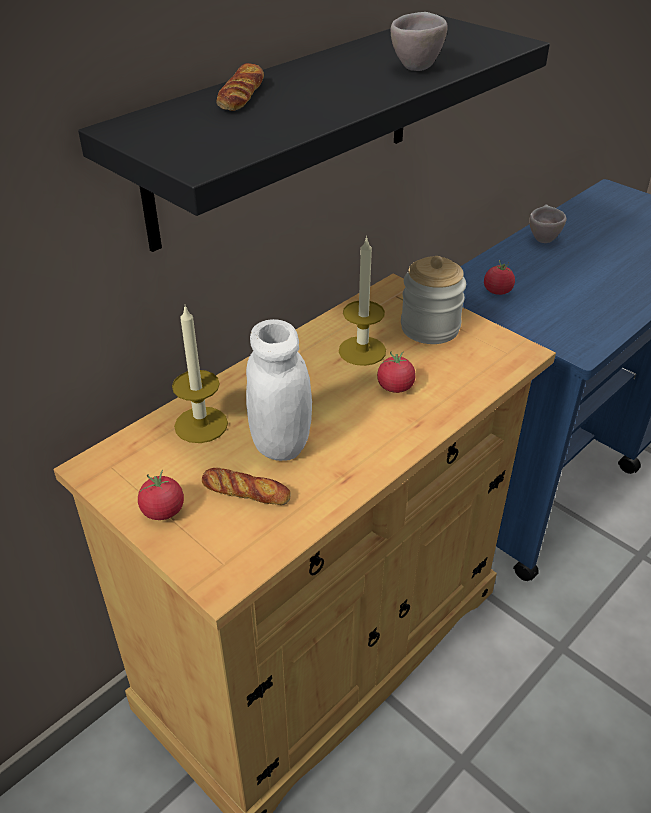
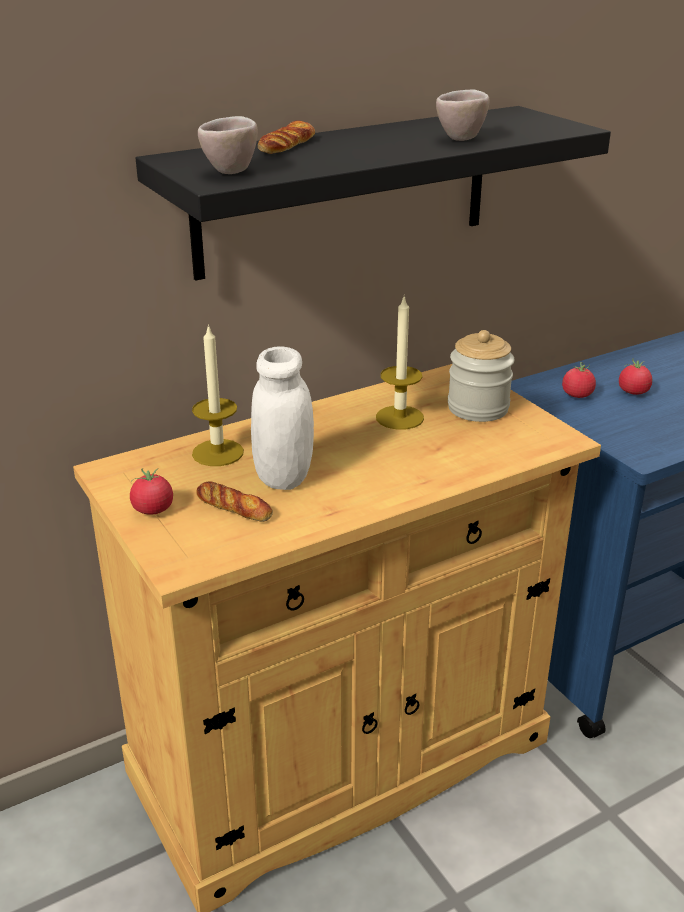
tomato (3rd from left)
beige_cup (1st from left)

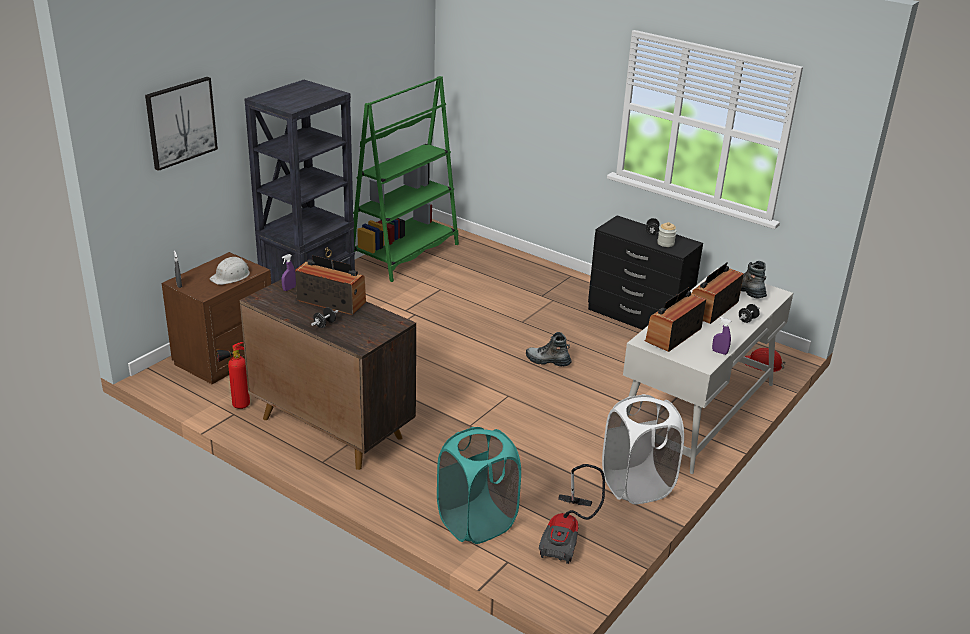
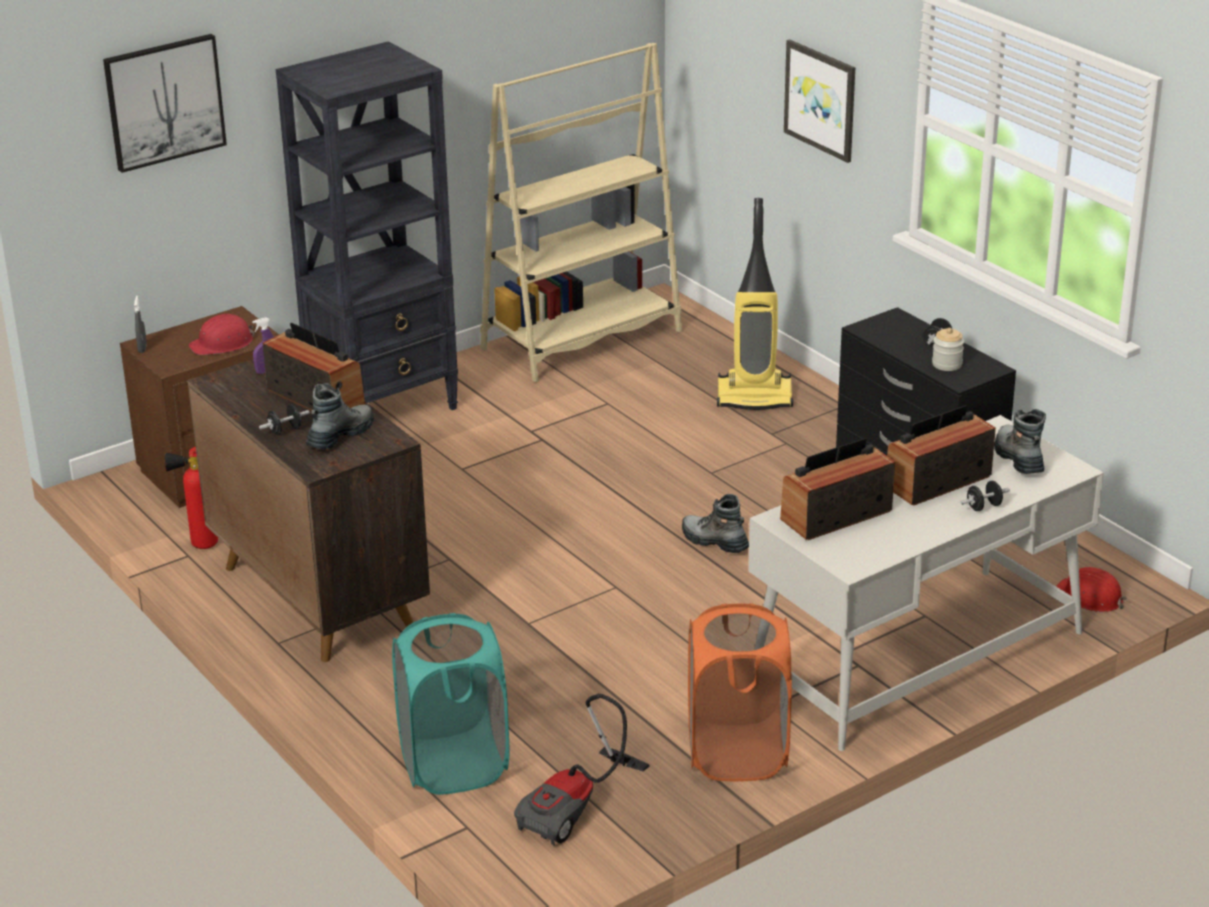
purple_spray_bottle (2nd from left in the first image)
boot (1st from left)
vacuum_cleaner (2nd from left)
picture (2nd from left)
red_hard_hat (1st from left)
beige_bookcase
orange_laundry_basket

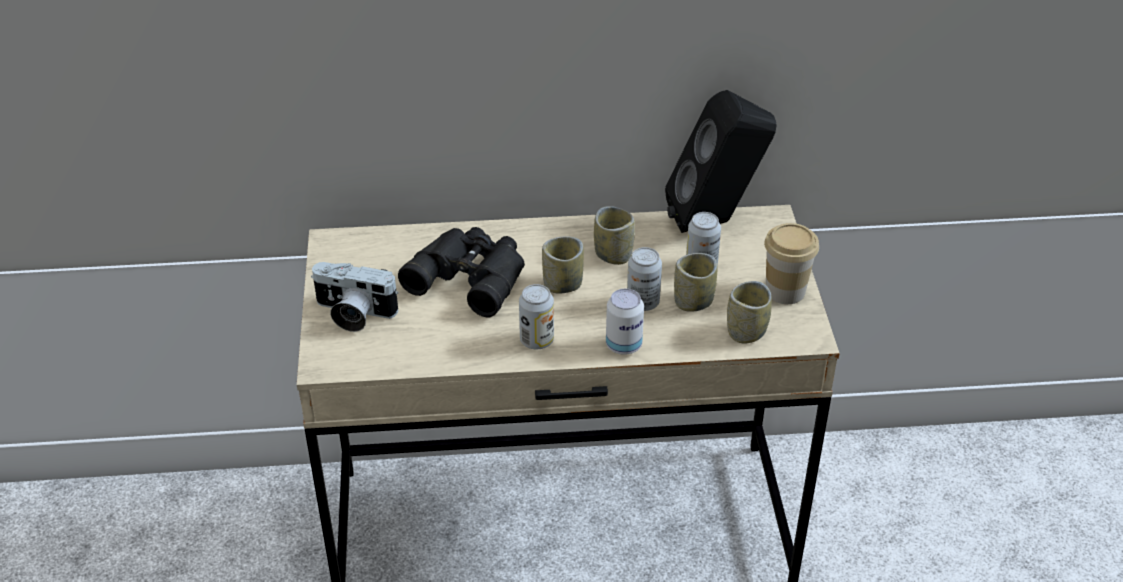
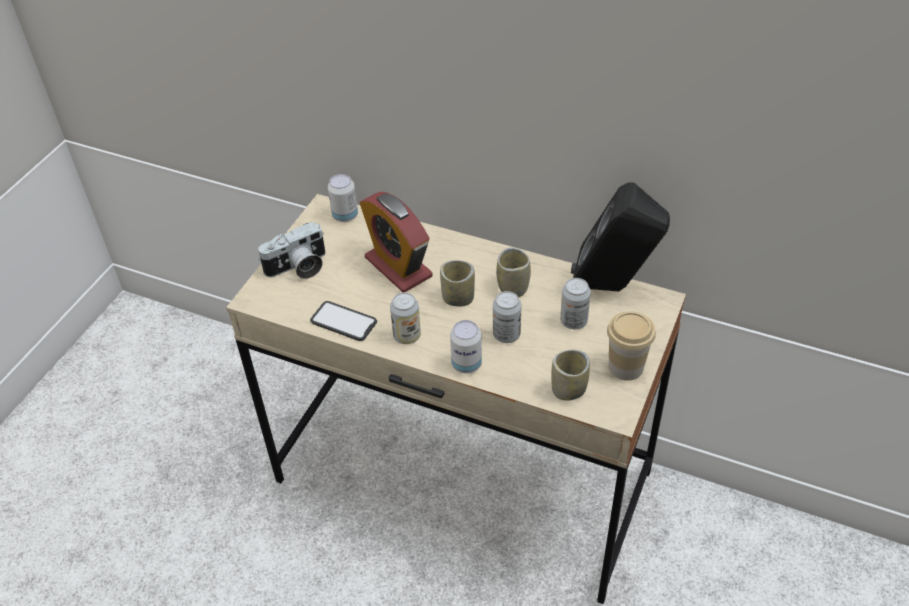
cup (3rd from left in the first image)
phone
can (1st from left)
alarm_clock
photo_camera

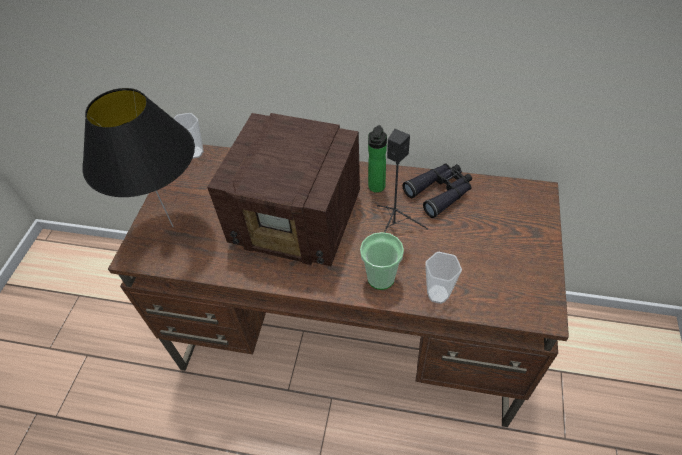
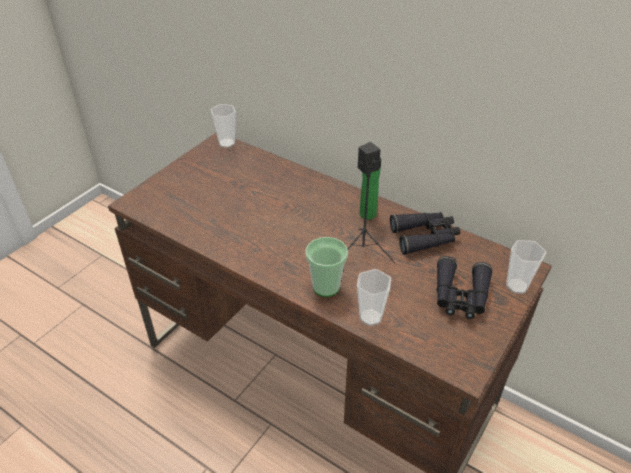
black_table_lamp
radio
black_binoculars (2nd from left)
cup (4th from left)

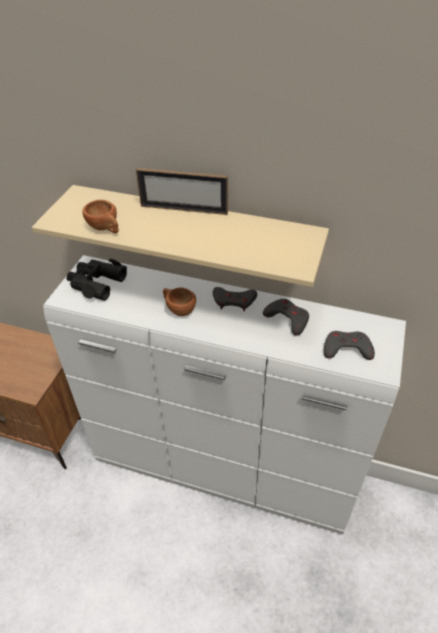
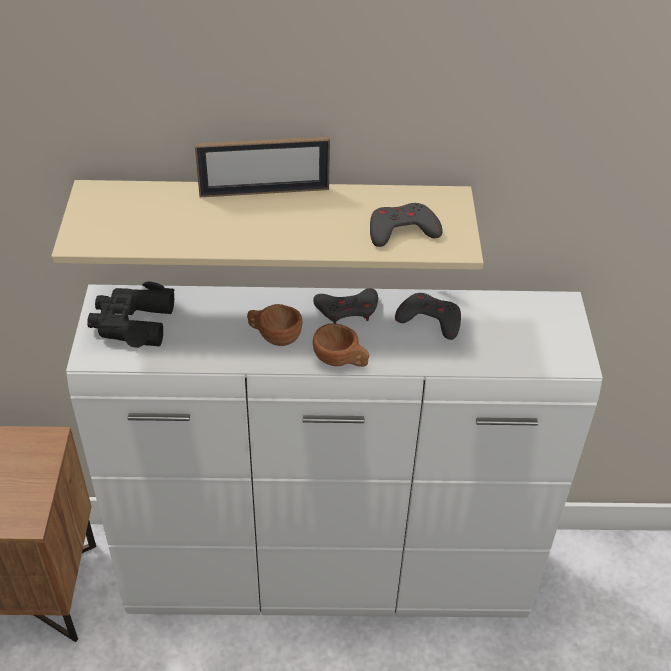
brown_cup (2nd from left)
grey_game_controller (2nd from left)

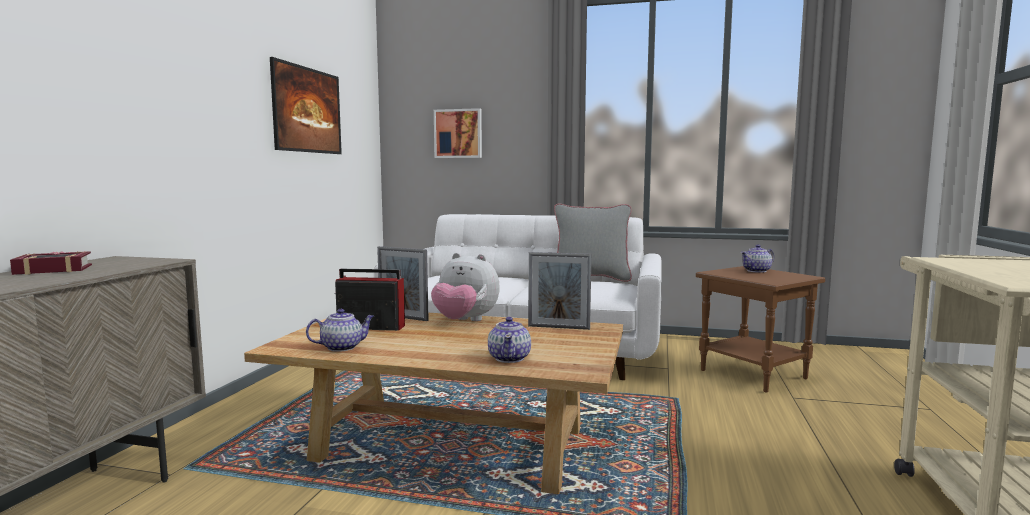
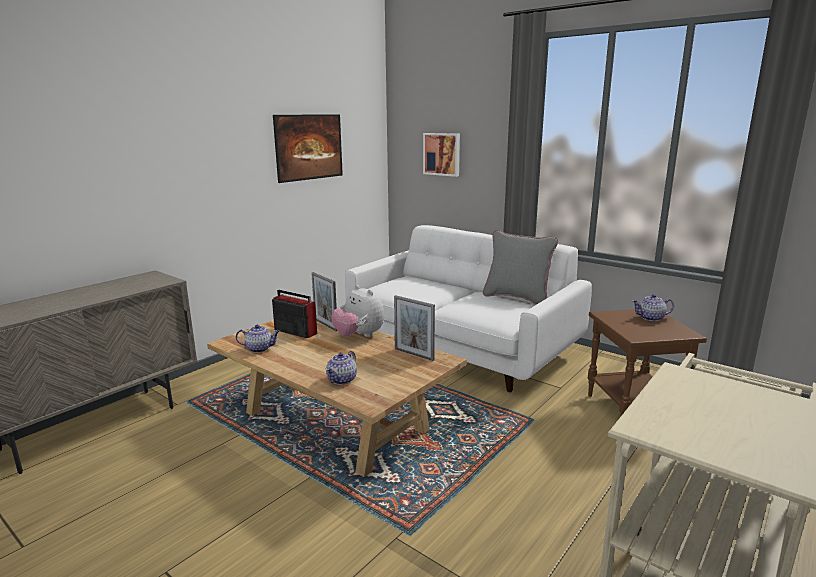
book

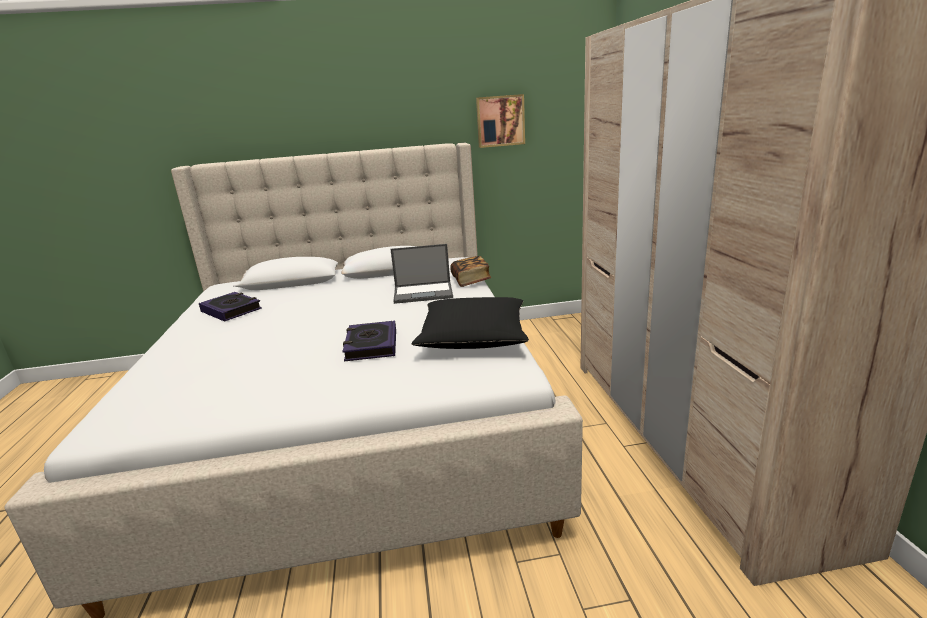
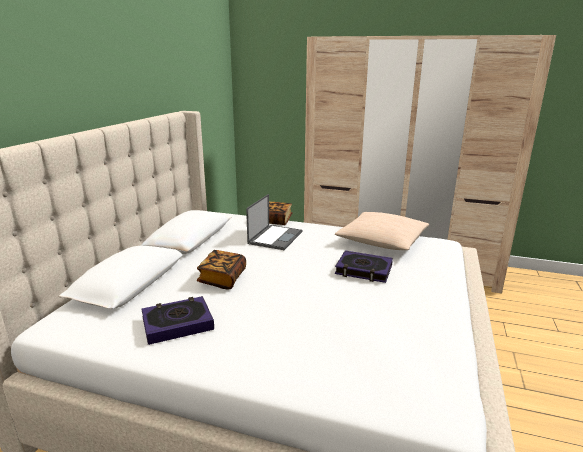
picture
book (2nd from left)
beige_pillow

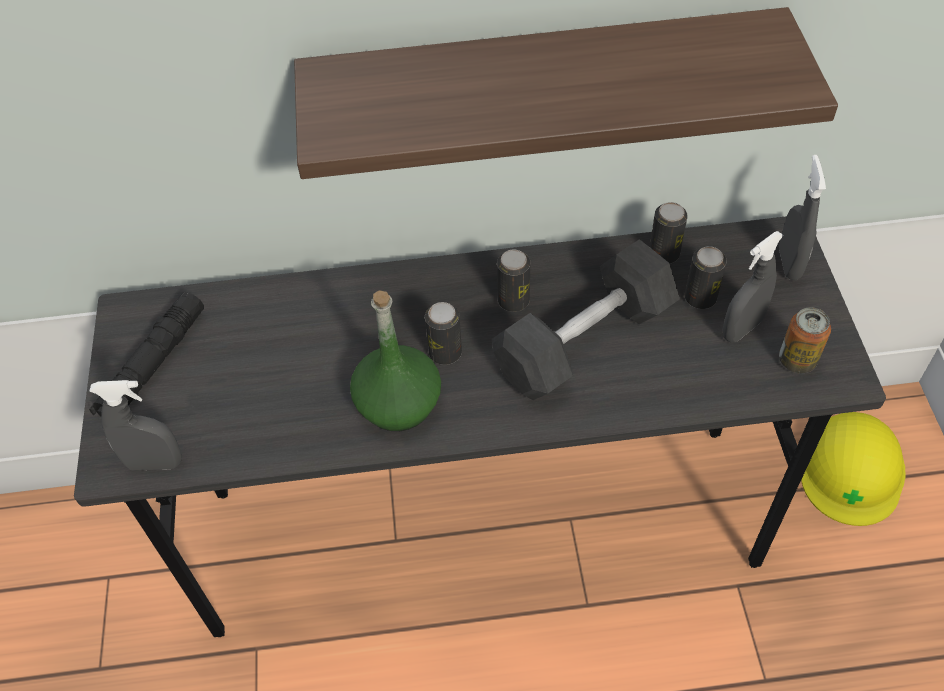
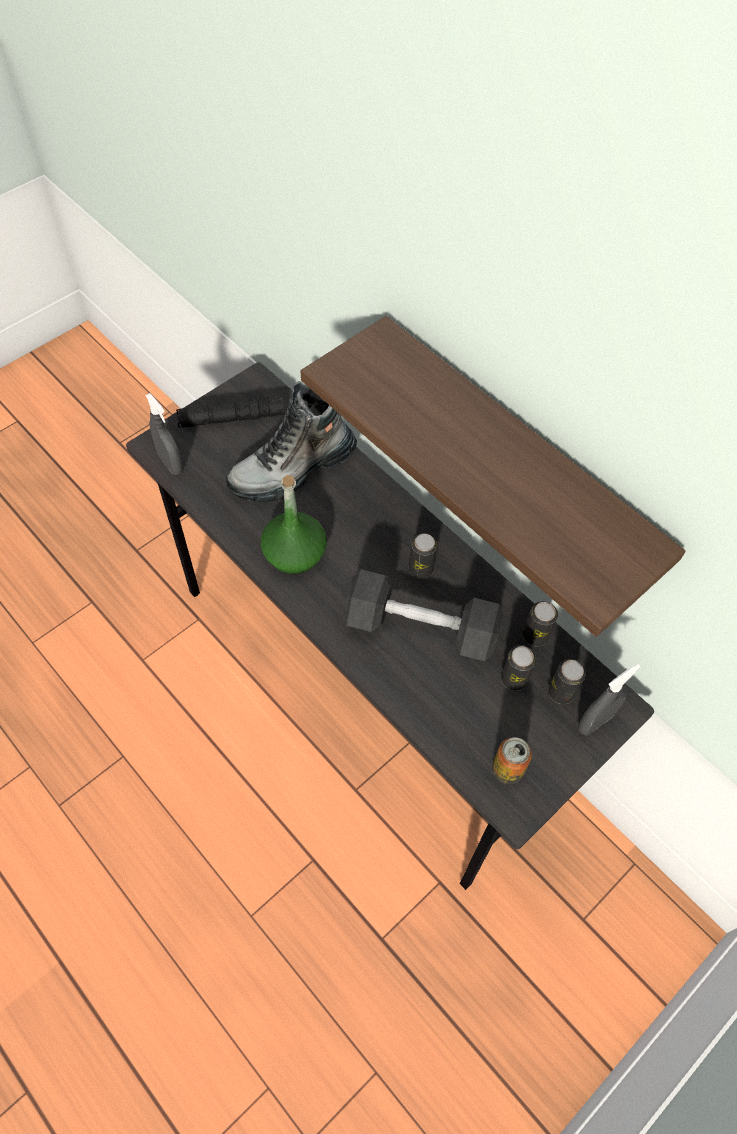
grey_spray_bottle (2nd from left in the first image)
yellow_hard_hat
boot
can (5th from left)

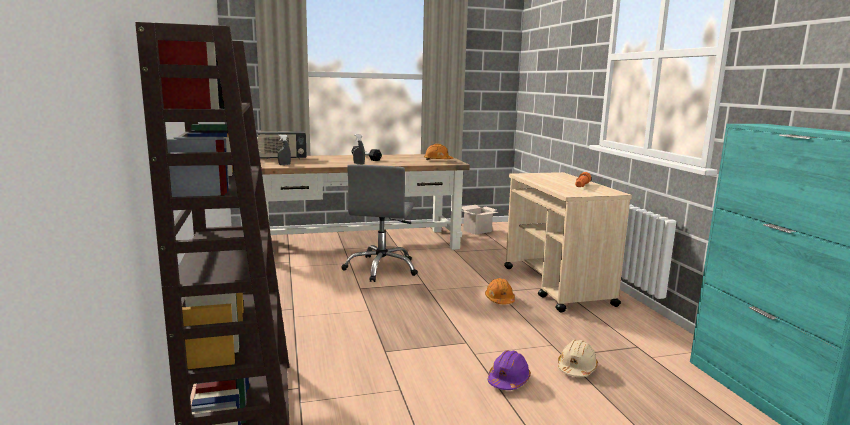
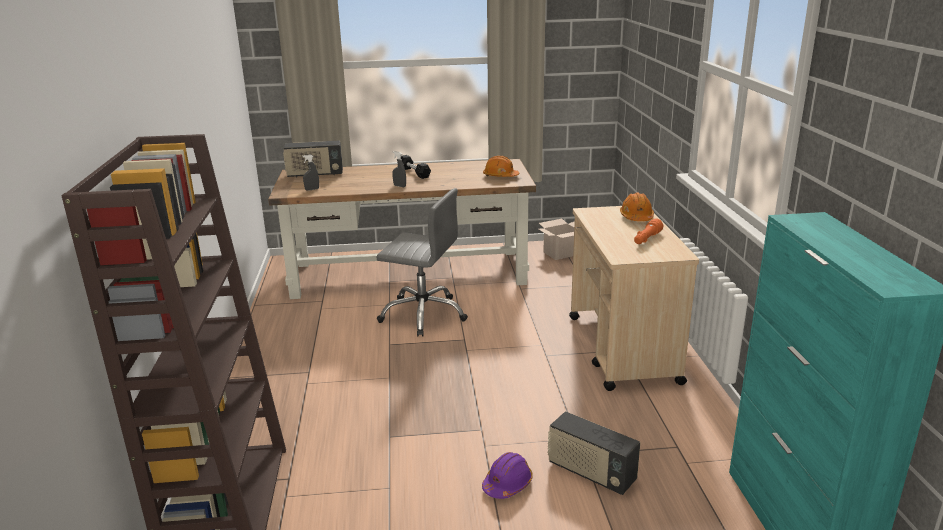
orange_hard_hat (2nd from left)
radio (2nd from left)
grey_office_chair

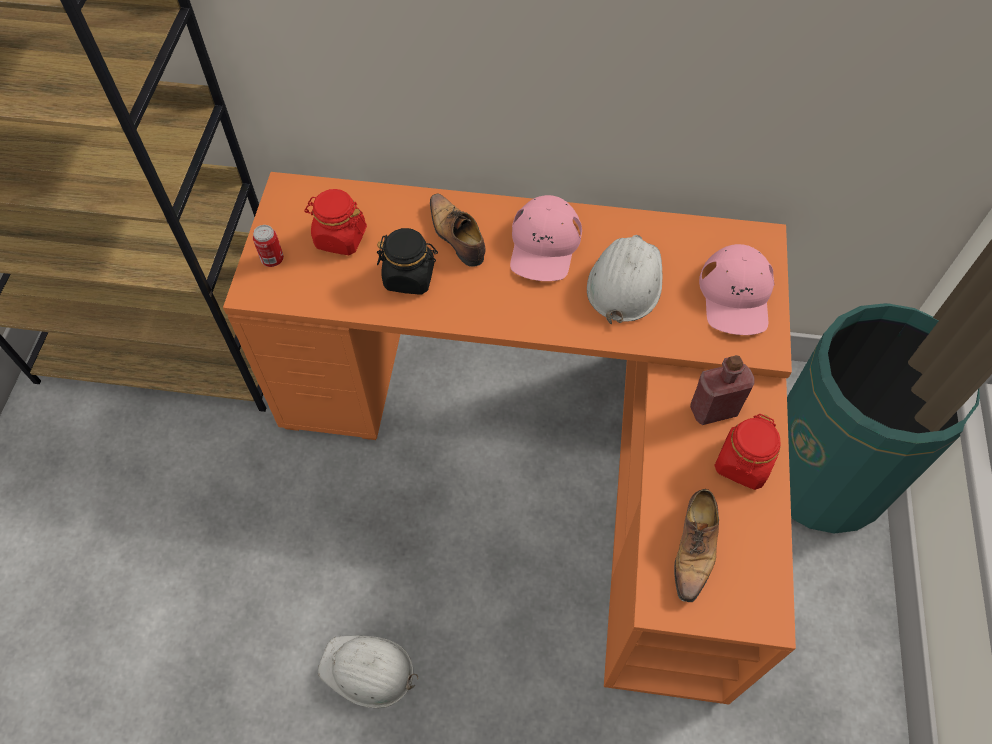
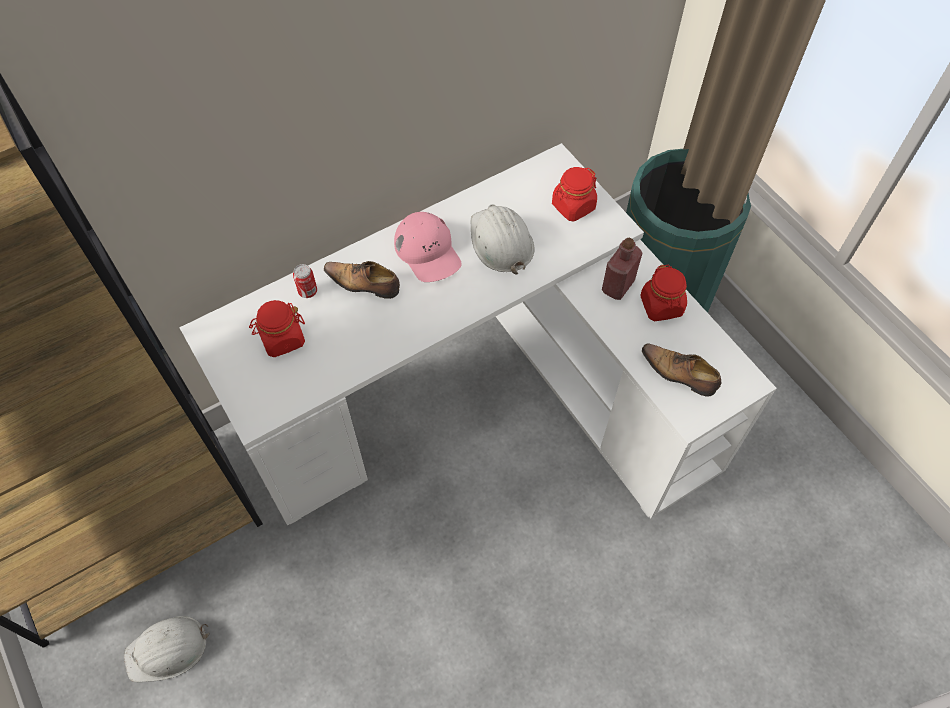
black_jar
can
white_hard_hat (1st from left)
red_jar (2nd from left)
white_desk
shoe (2nd from left)

